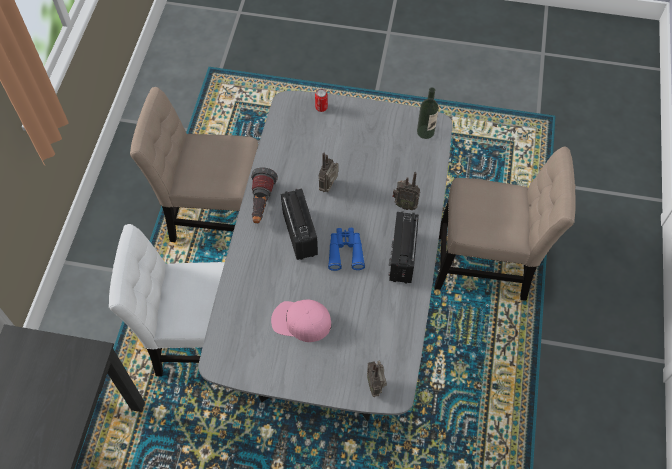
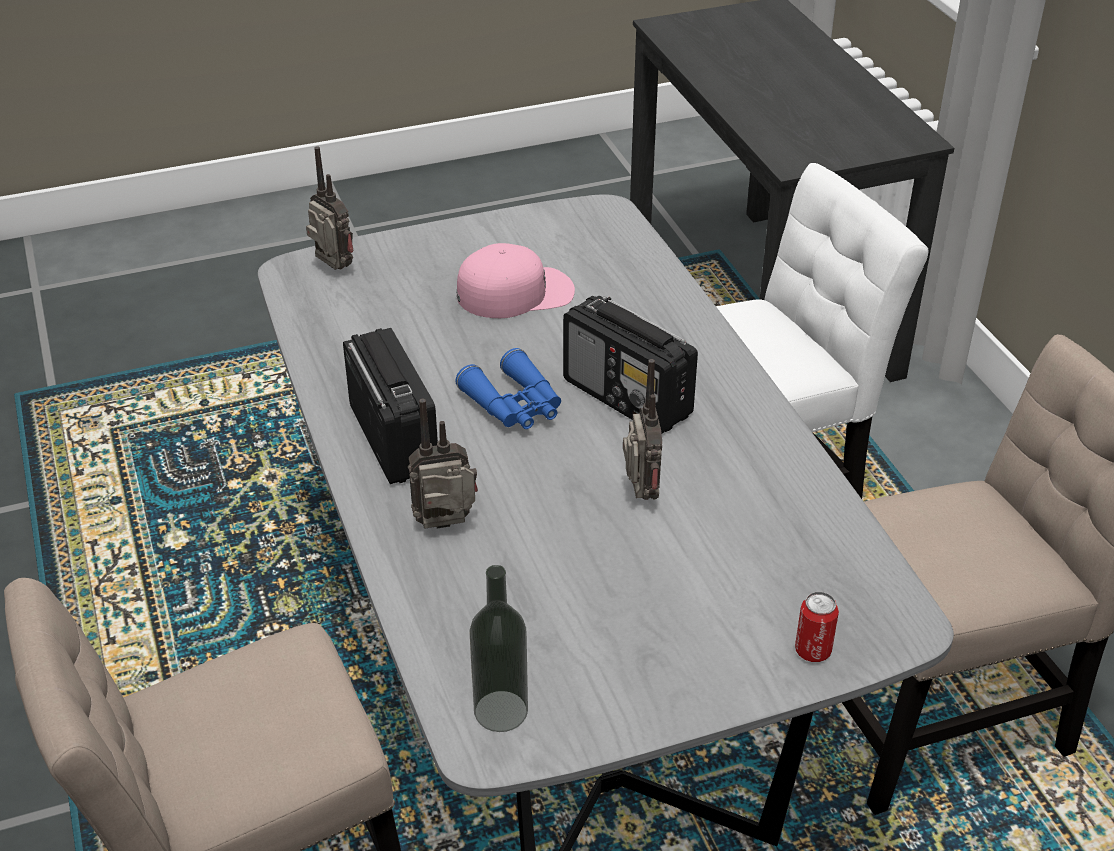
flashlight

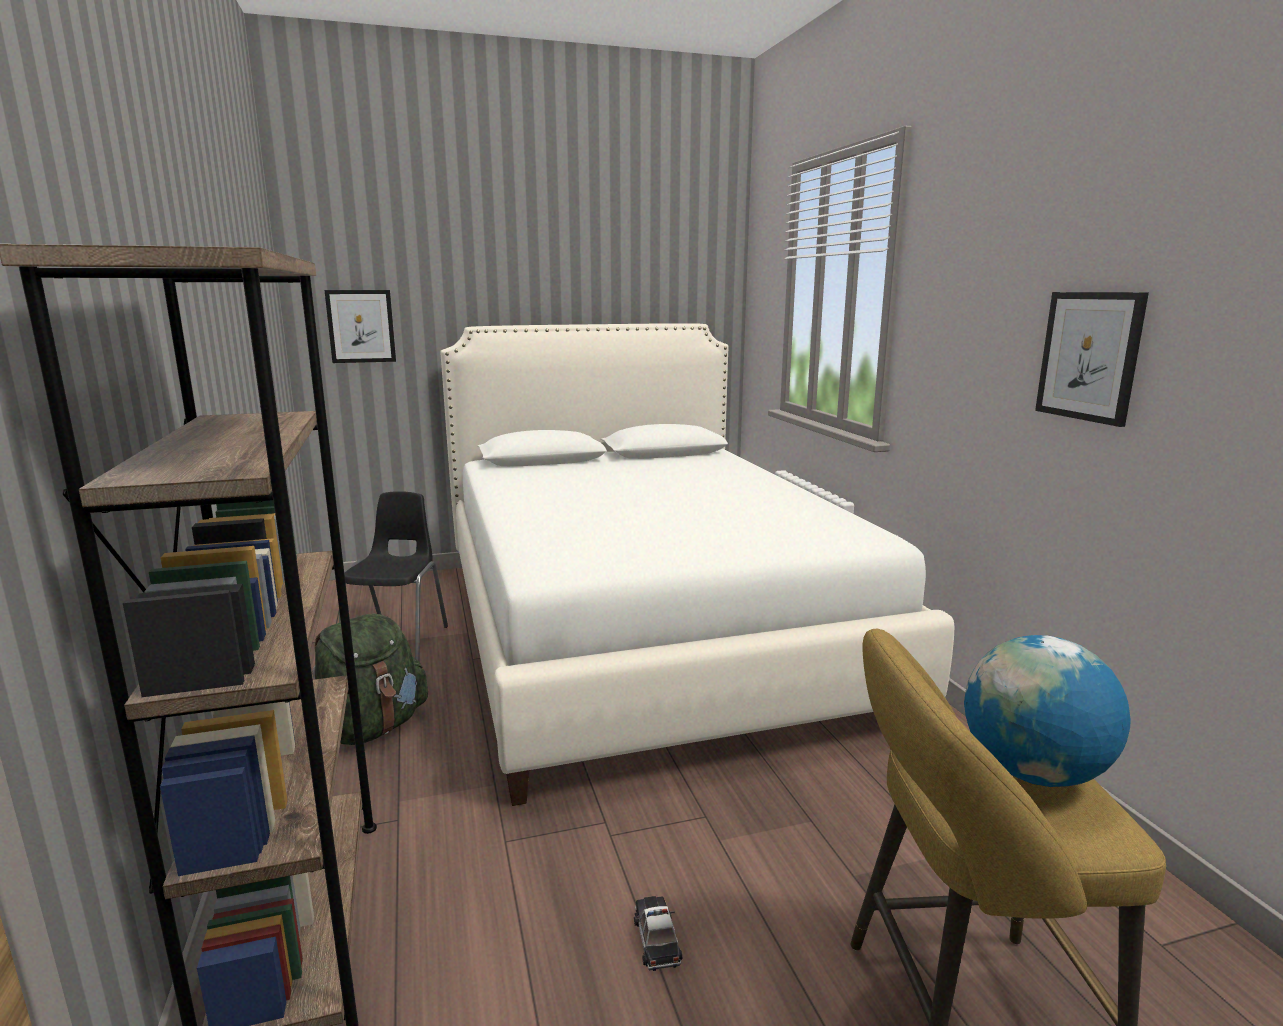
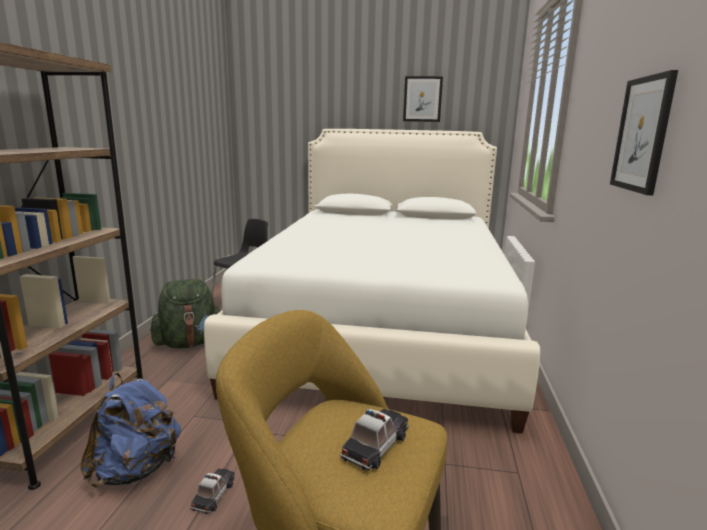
blue_backpack
picture (1st from left)
toy_car (2nd from left)

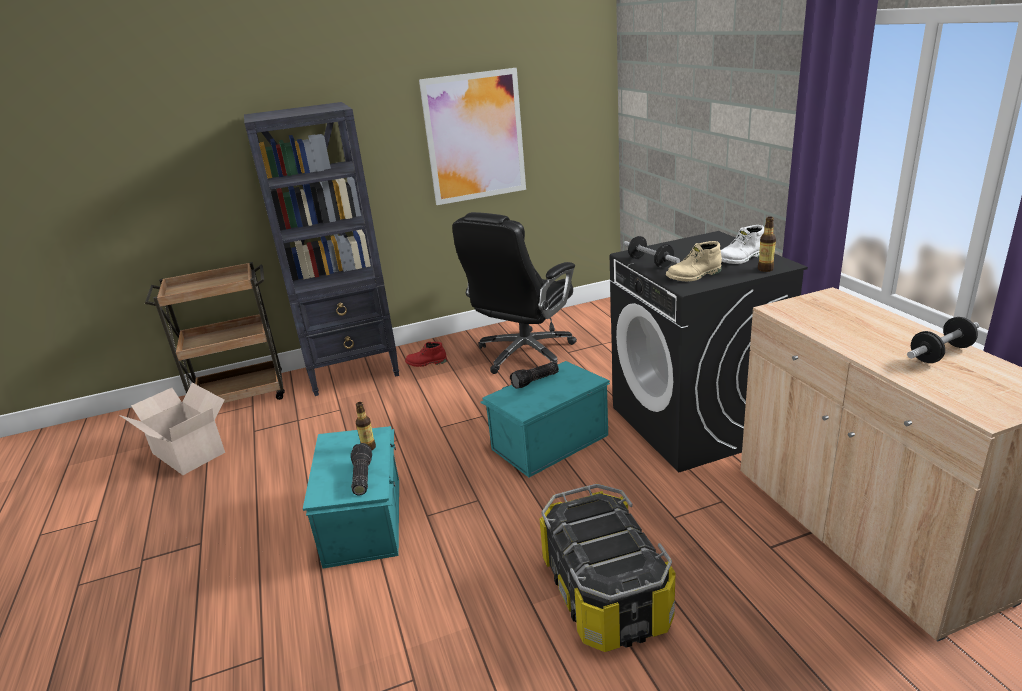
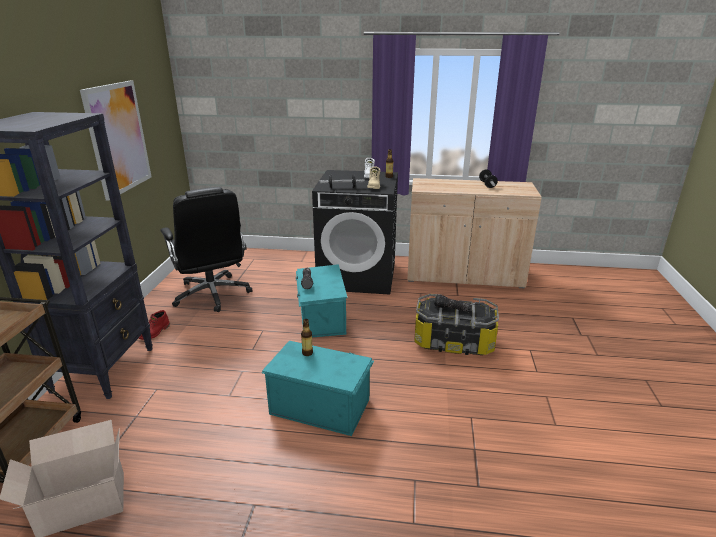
flashlight (2nd from left)

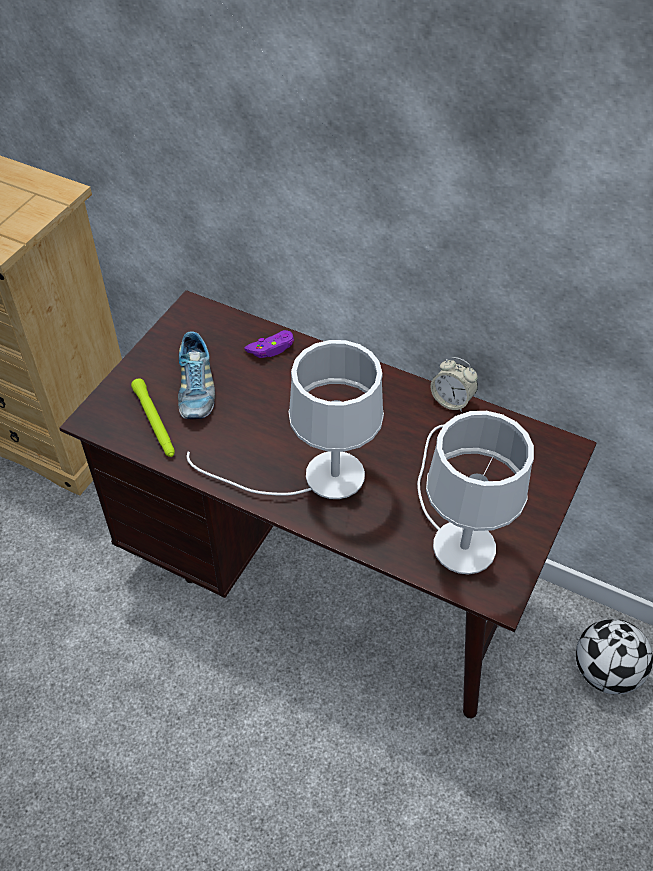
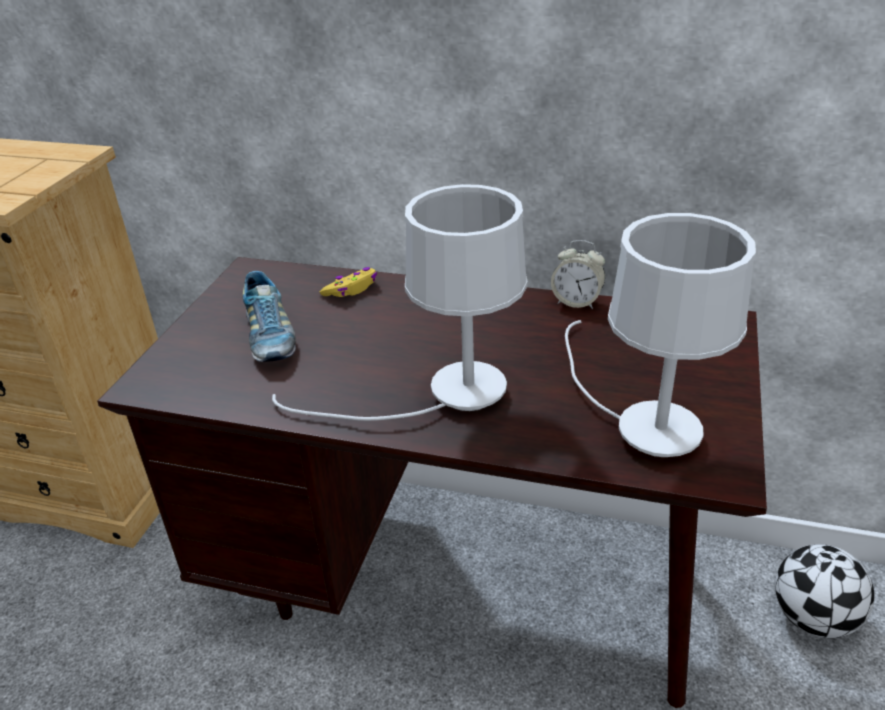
green_flashlight
yellow_game_controller

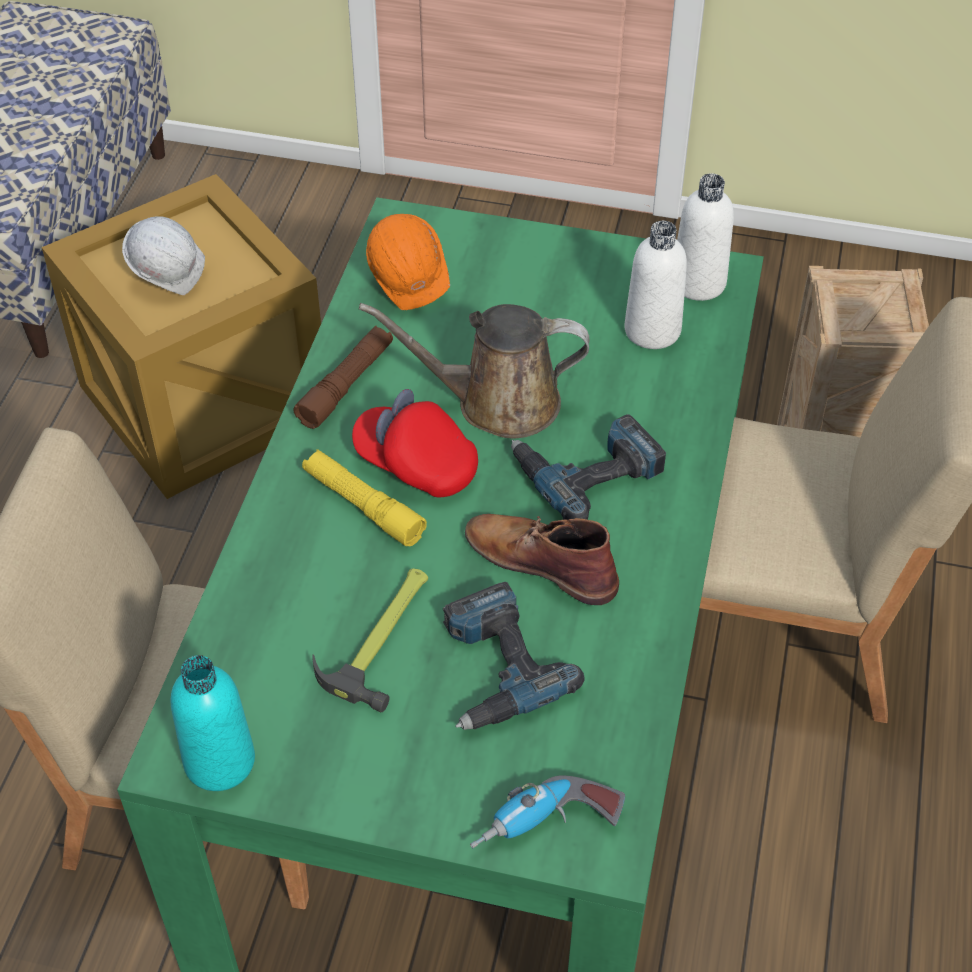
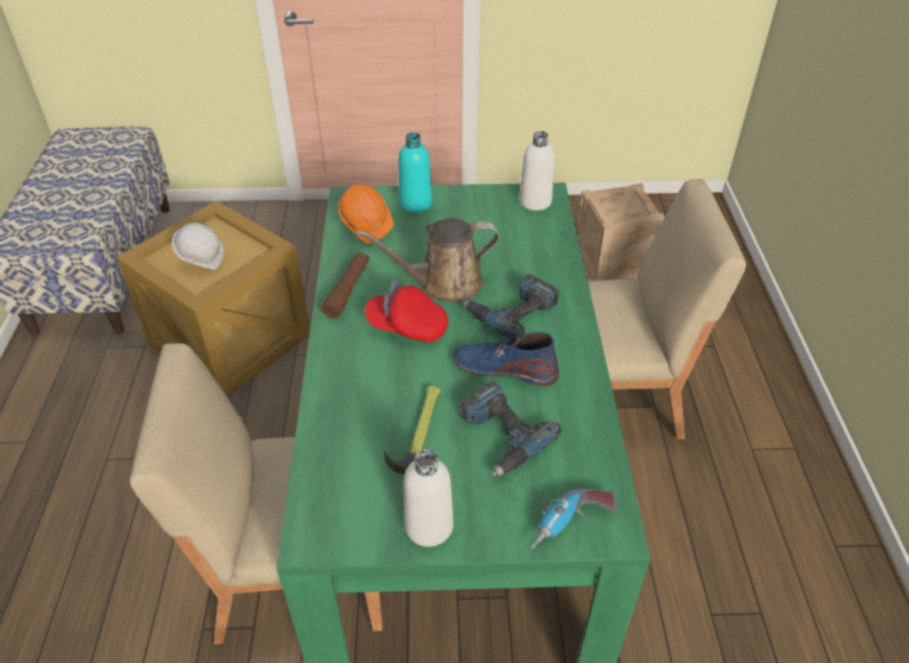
yellow_flashlight
turquoise_bottle
white_bottle (1st from left)
blue_boot

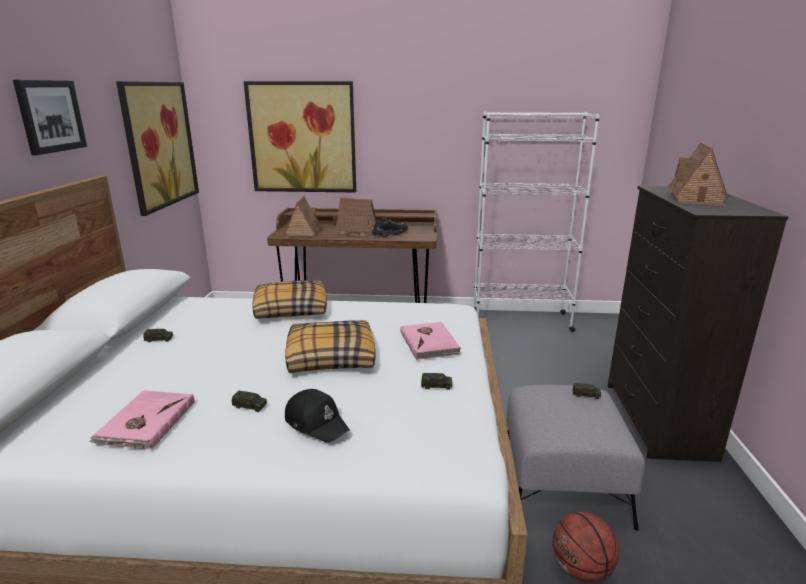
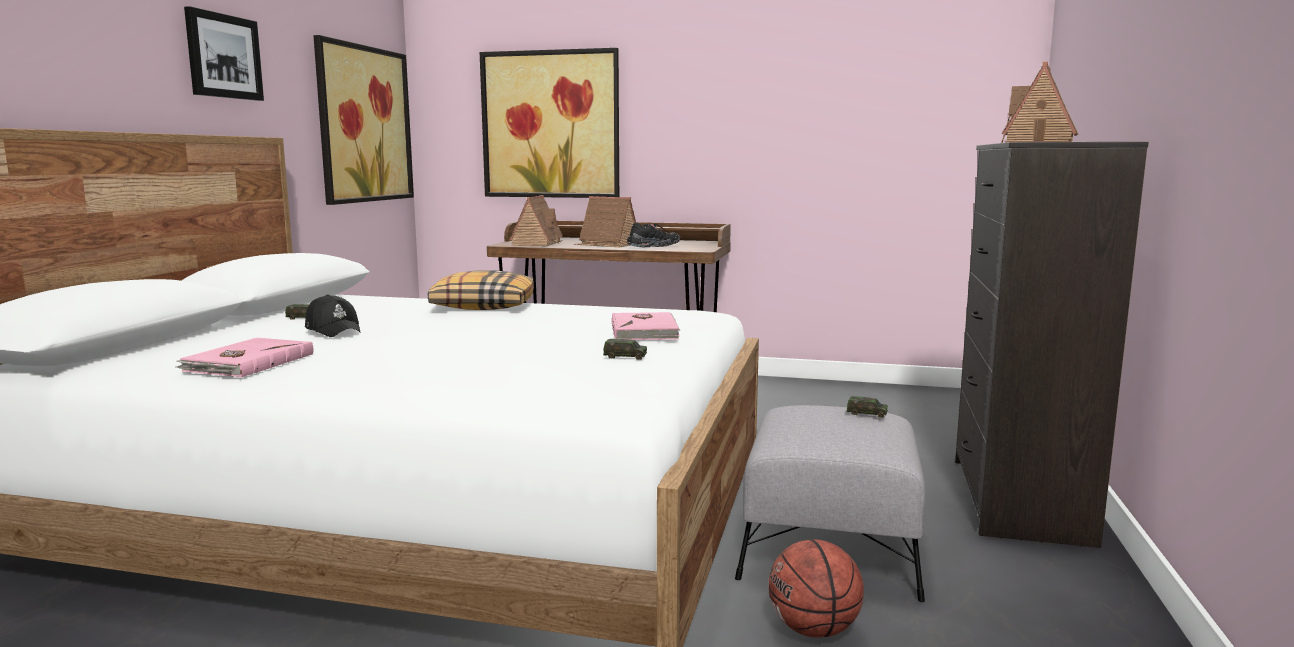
toy_car (2nd from left in the first image)
pillow (2nd from left in the first image)
white_bookcase
black_cap

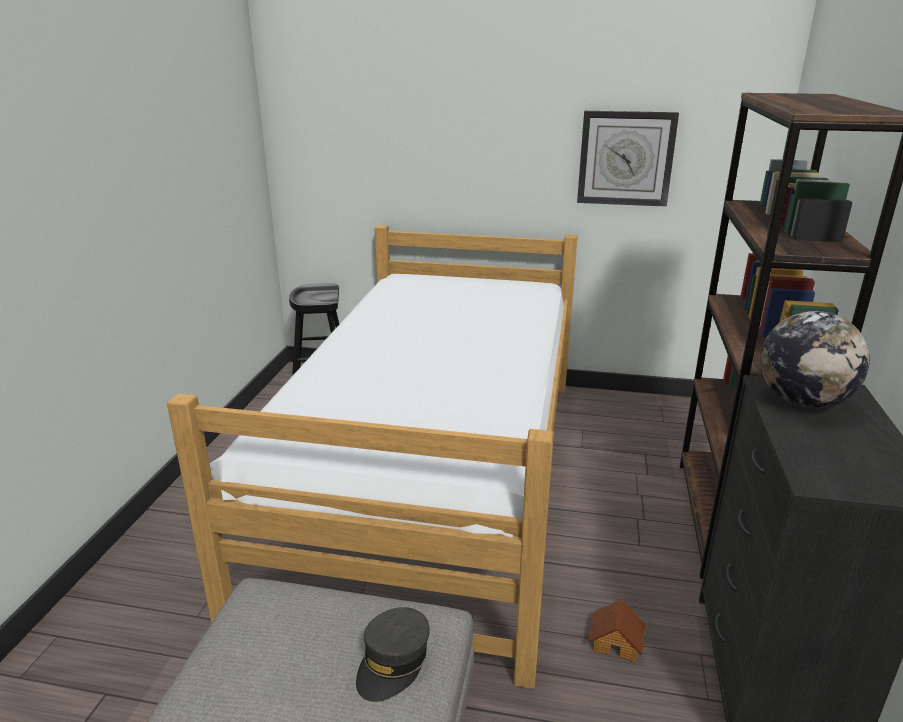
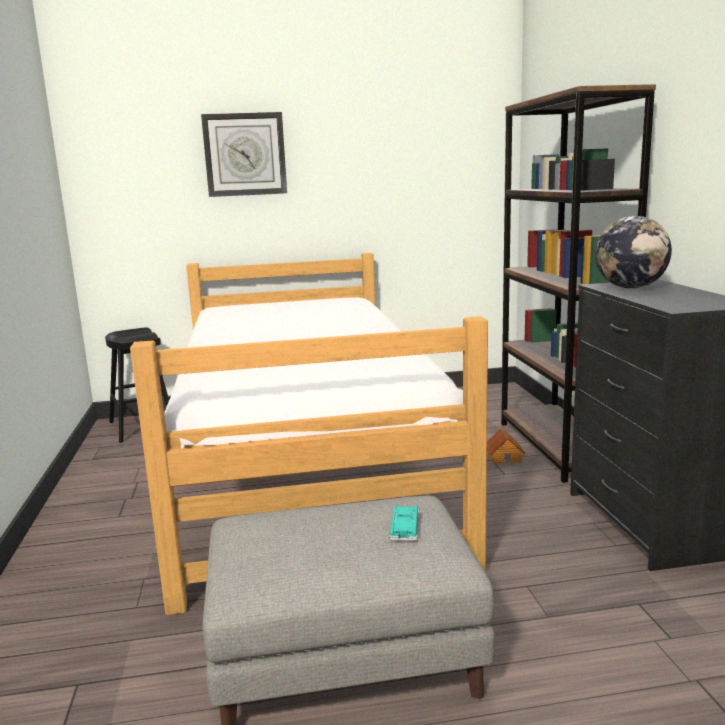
wall_clock
toy_house
turquoise_toy_car

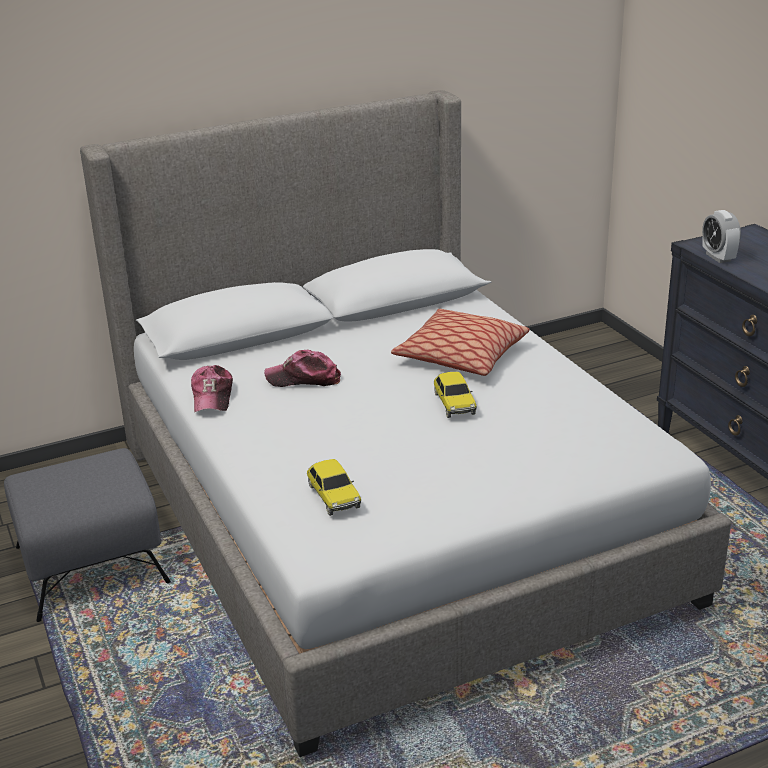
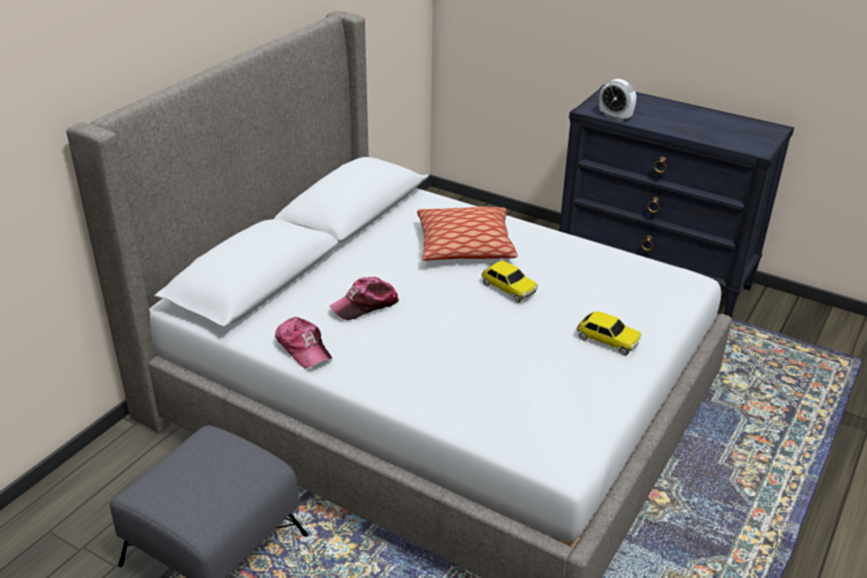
toy_car (2nd from left)

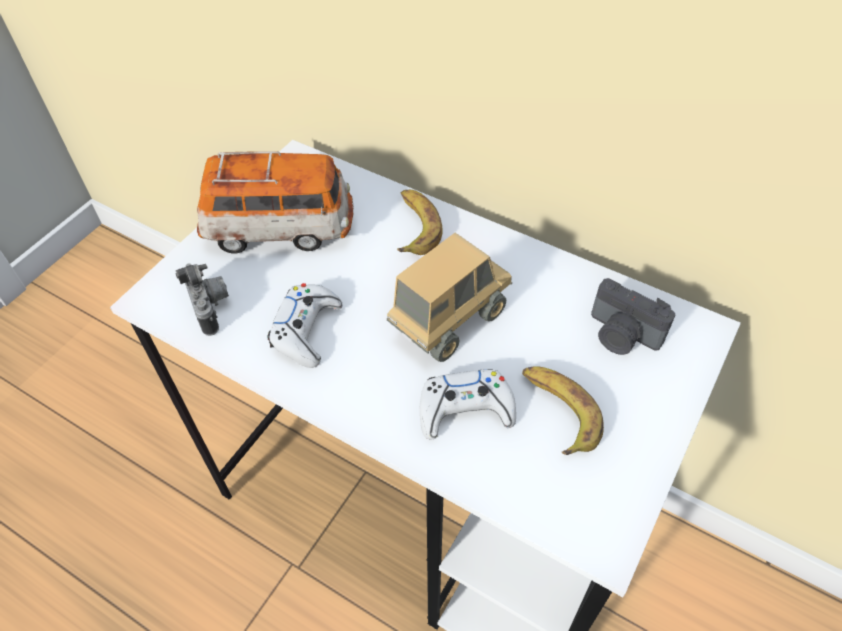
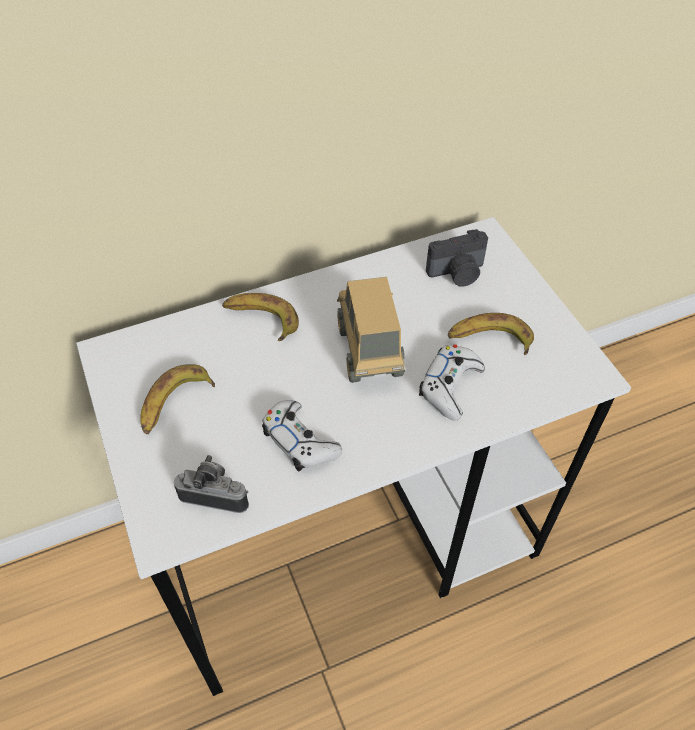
banana (1st from left)

